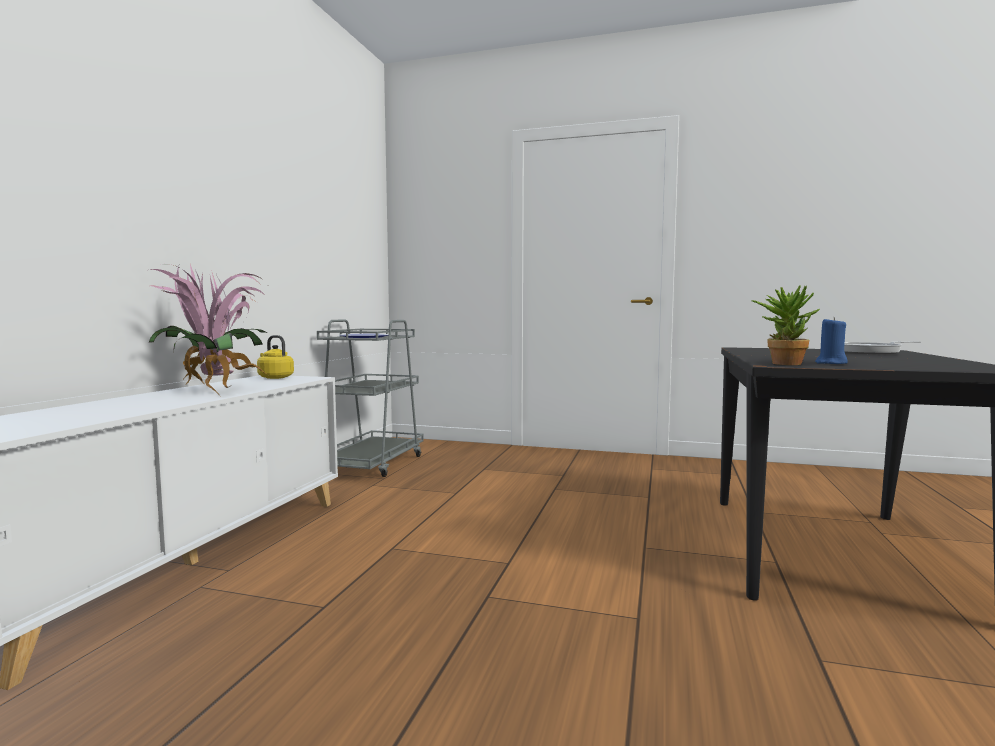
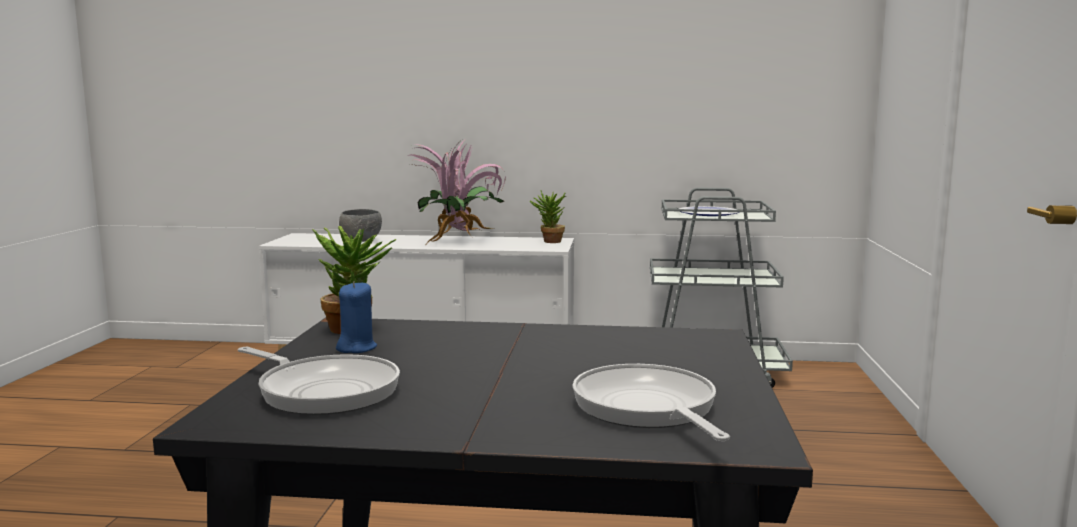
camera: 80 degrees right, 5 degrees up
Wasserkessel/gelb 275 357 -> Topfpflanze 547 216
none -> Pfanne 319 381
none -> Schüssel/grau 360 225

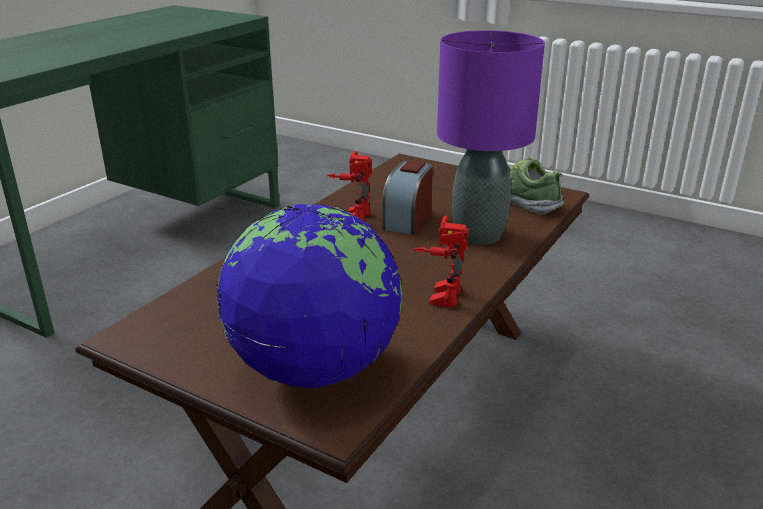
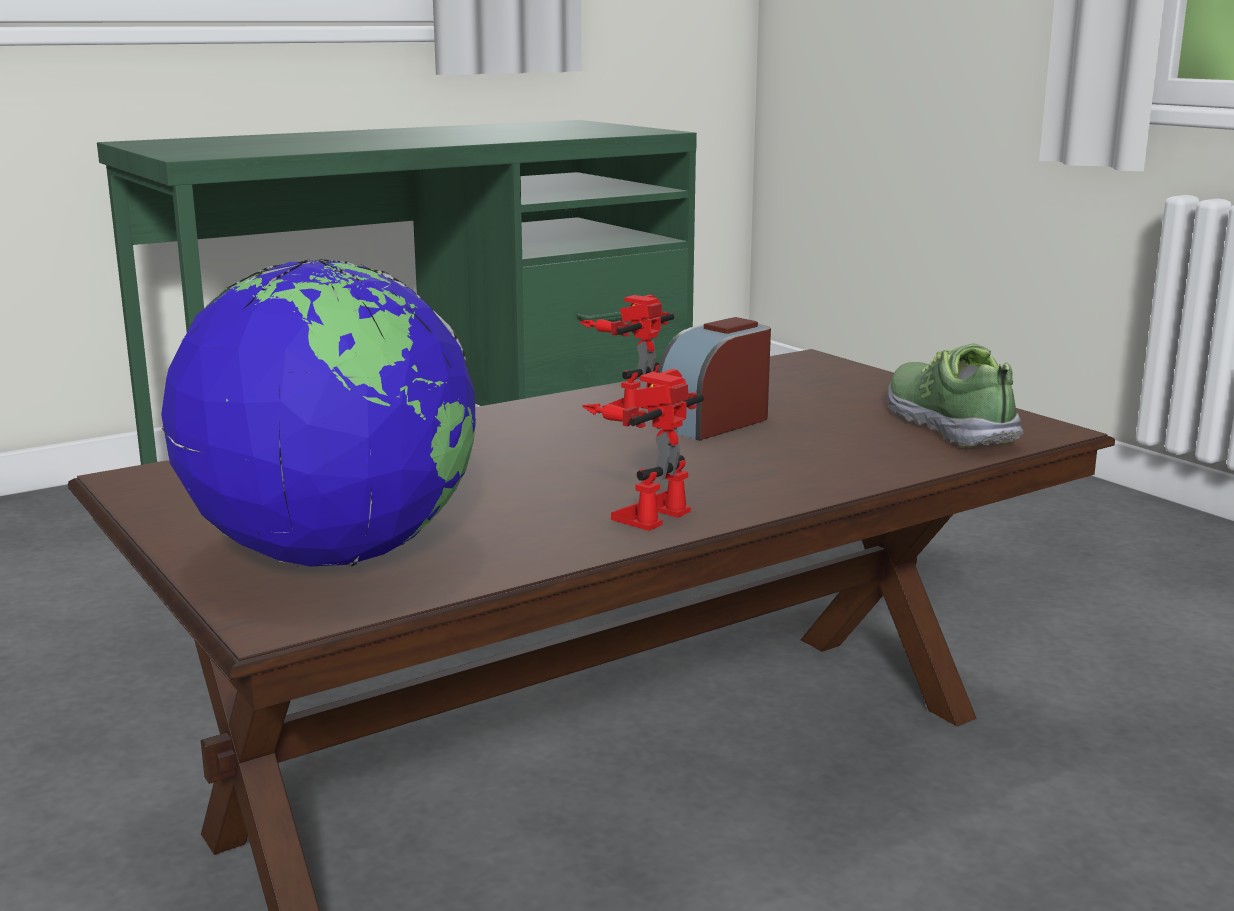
camera: 25 degrees right, 10 degrees down
Tischlampe/lila 491 137 -> none

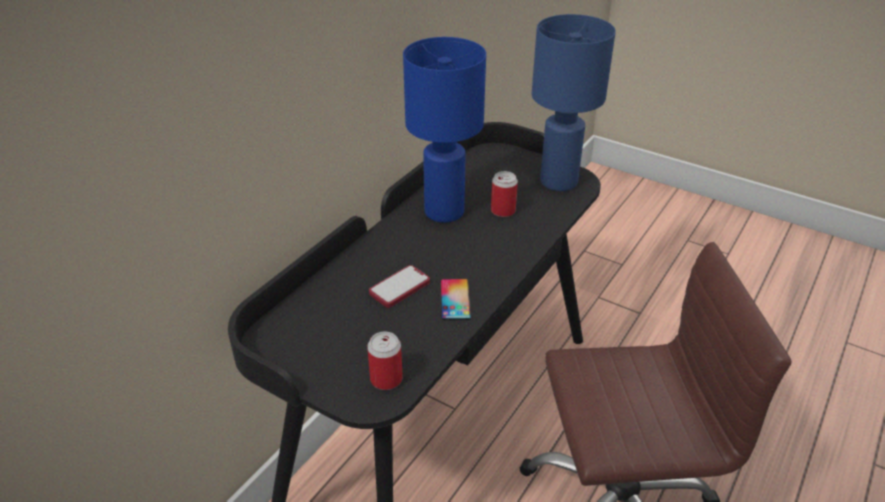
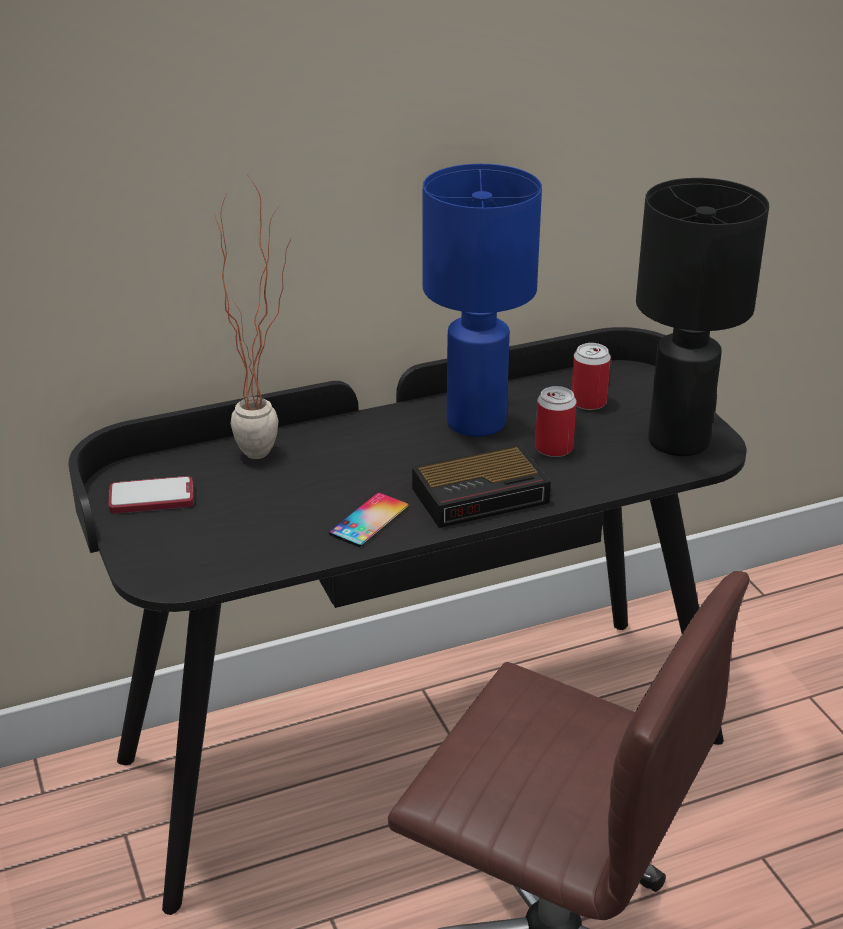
camera: 35 degrees right, 5 degrees down
Dose 385 361 -> Dose 591 376, moved
Handy 399 286 -> Handy 151 495, moved
Tischlampe/blau 574 102 -> Tischlampe/schwarz 702 317
none -> Topfpflanze 253 316
none -> Wecker 481 486

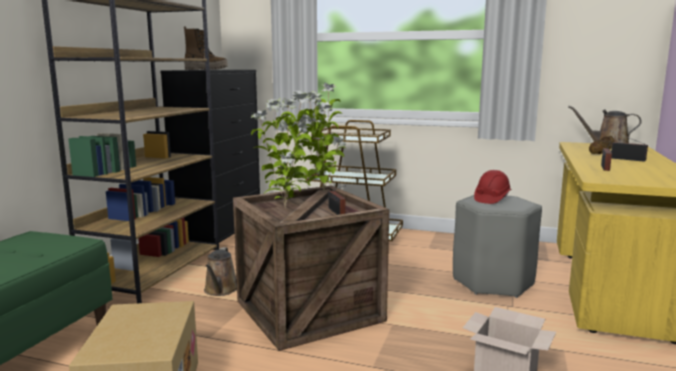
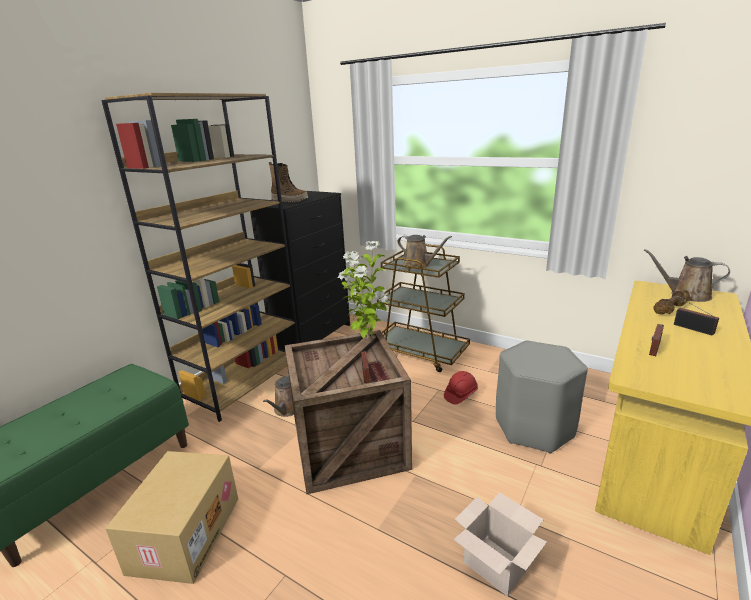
camera: 15 degrees right, 10 degrees up
Topfpflanze 281 149 -> none
Schutzhelm/rot 493 187 -> Schutzhelm/rot 461 387, moved
none -> Gießkanne/braun 425 252

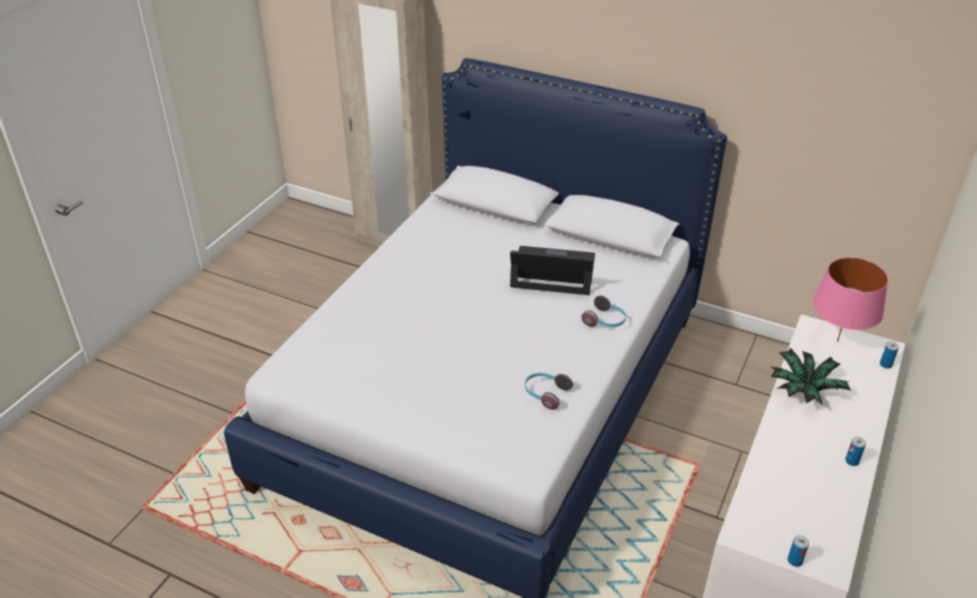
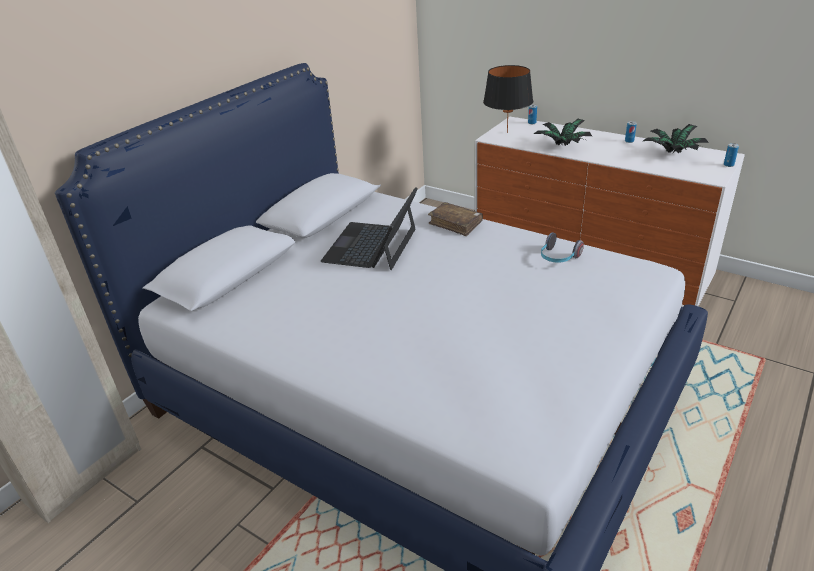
camera: 80 degrees left, 5 degrees down
Kopfhörer 603 311 -> Buch/braun 455 219
Tischlampe/rosa 850 299 -> Tischlampe/schwarz 508 99
none -> Topfpflanze 676 138

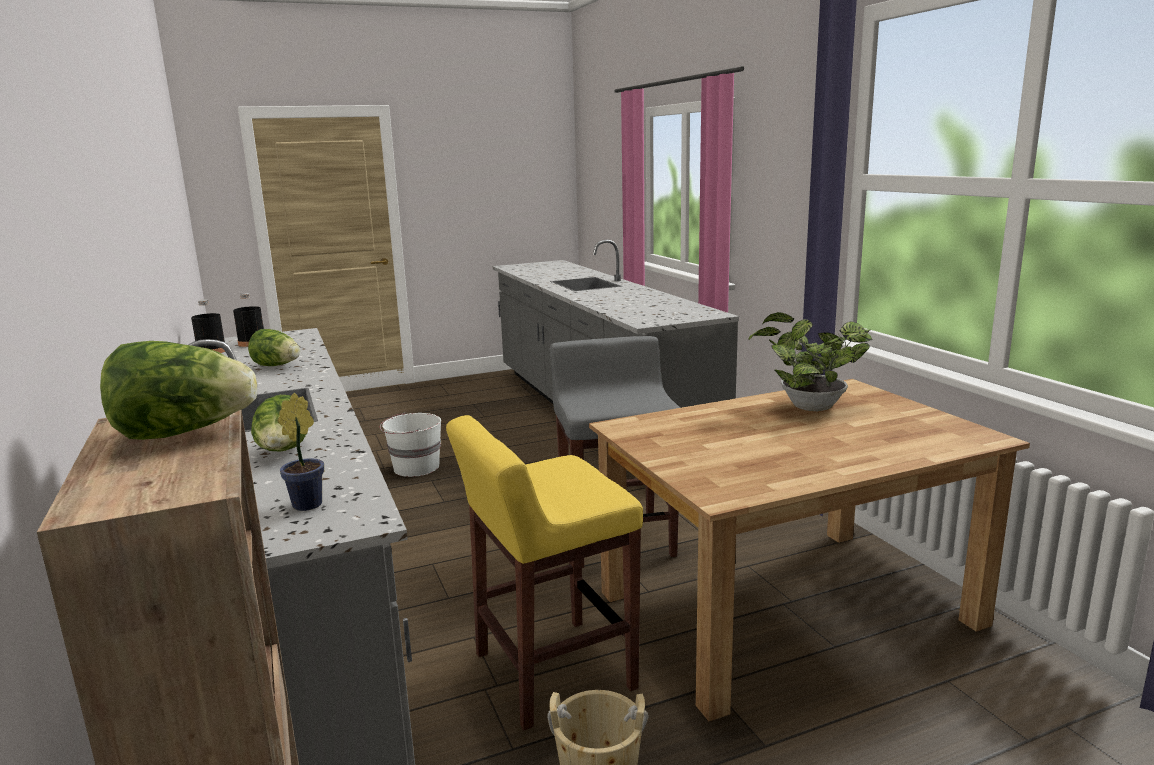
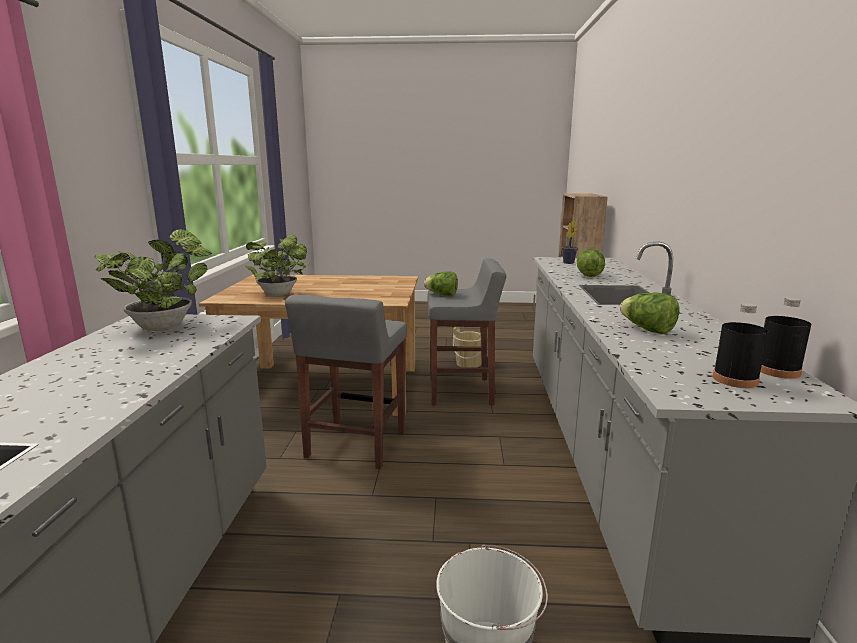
camera: 155 degrees left, 0 degrees up
Salatkopf 178 390 -> Salatkopf 441 283, moved
Hocker/gelb 544 572 -> Hocker/grau 467 332
none -> Topfpflanze 153 280

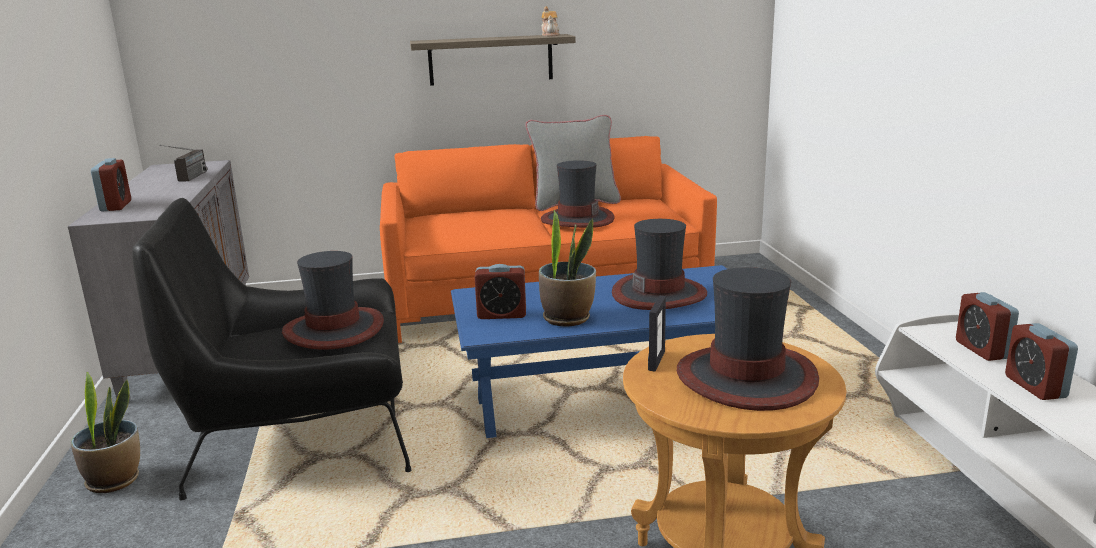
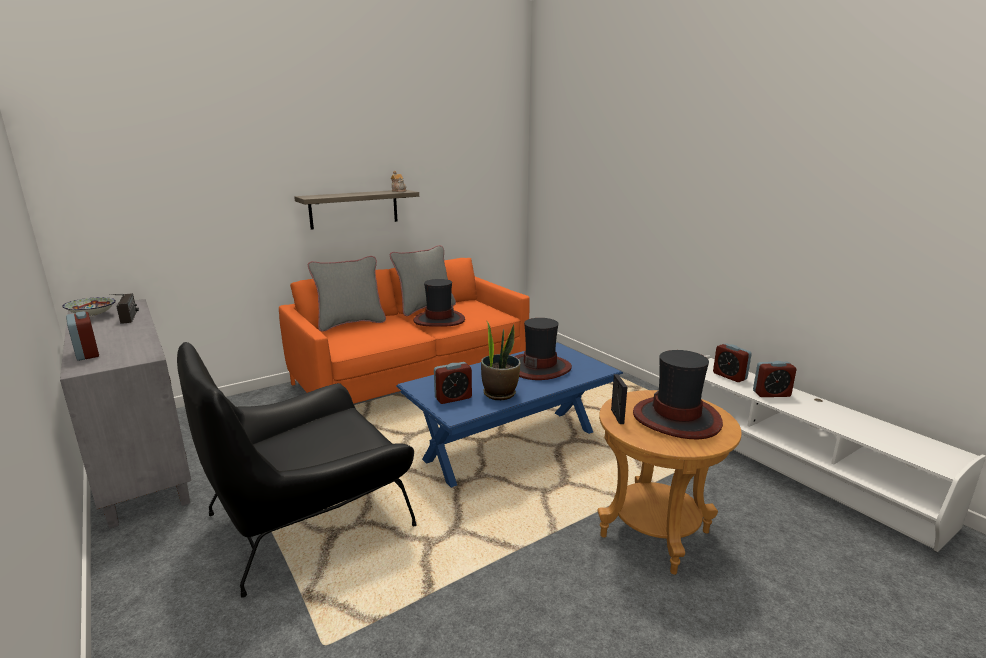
camera: 25 degrees left, 0 degrees up
Topfpflanze 105 432 -> none
Hut 333 300 -> none
Wecker 1041 361 -> Wecker 774 379, 60 degrees counterclockwise
none -> Schüssel 89 307
none -> Kissen/grau 347 294

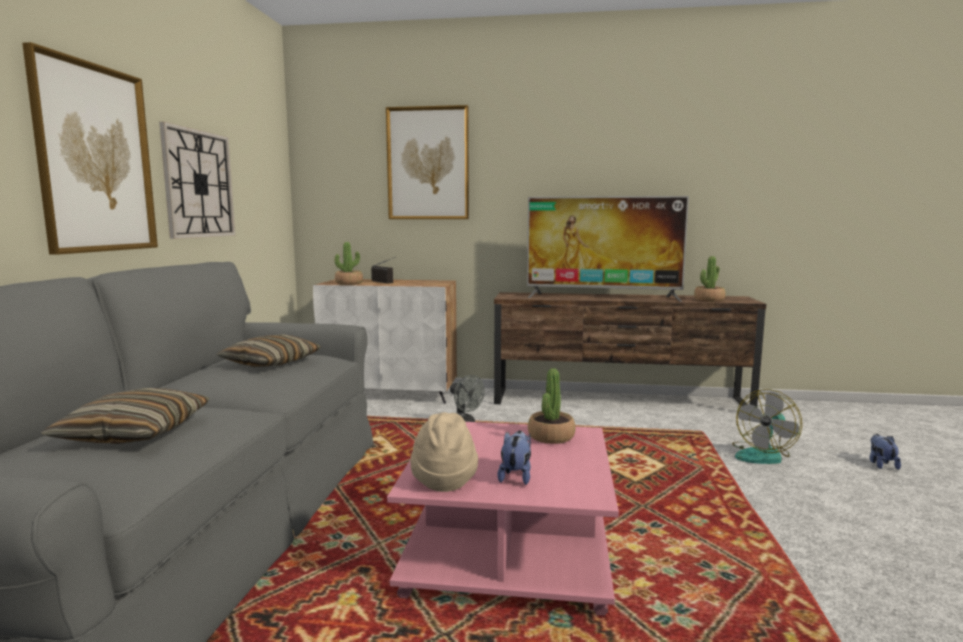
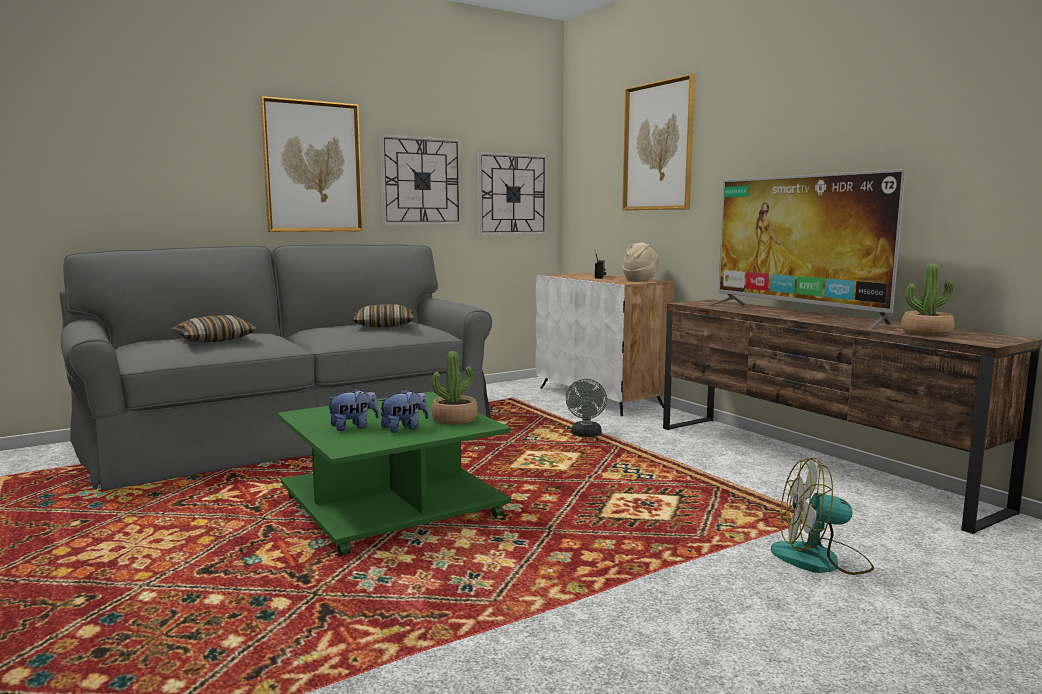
camera: 50 degrees right, 0 degrees up
Topfpflanze 348 263 -> none
Couchtisch/rosa 503 518 -> Couchtisch/grün 394 474
Hut/beige 444 452 -> Hut/beige 640 262, moved
Plüschtier 885 452 -> Plüschtier 404 410, moved
none -> Wanduhr 512 193

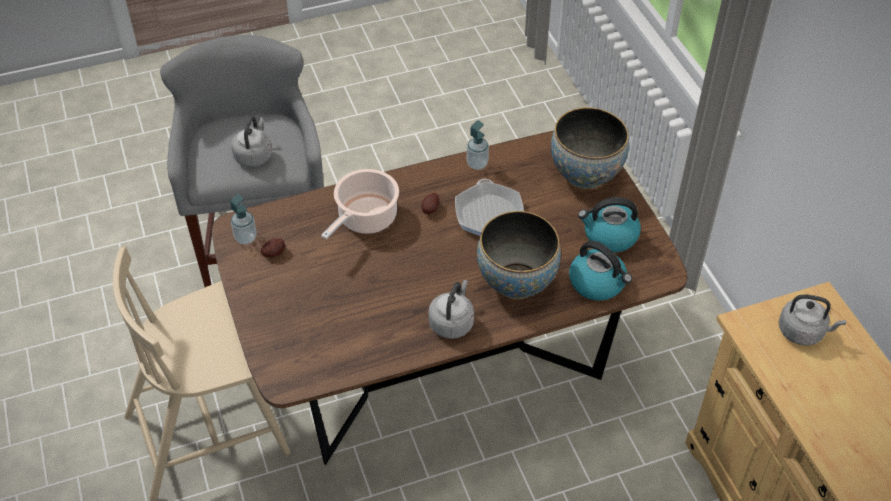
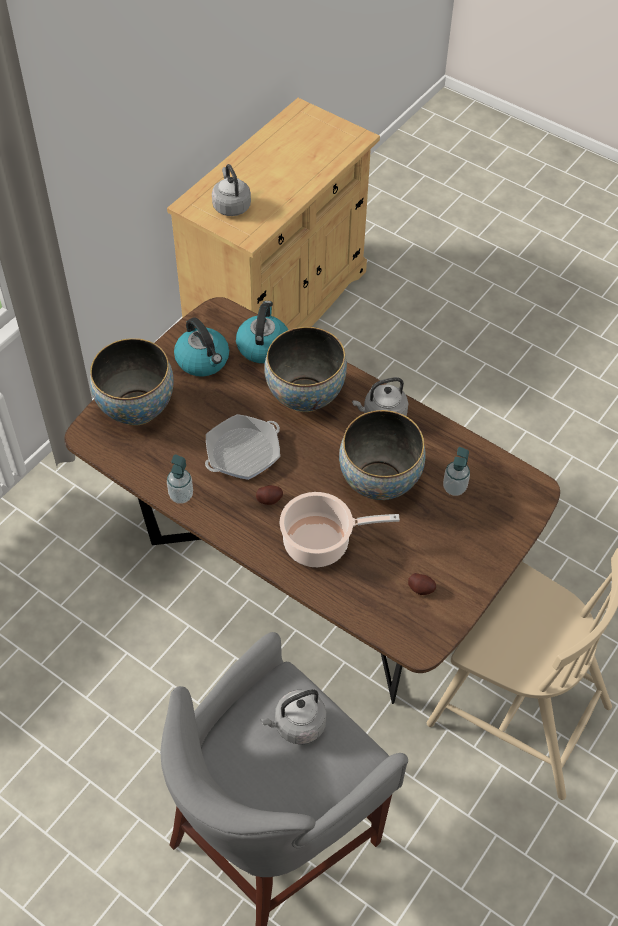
camera: 125 degrees left, 5 degrees up
Seifenspender 243 219 -> Seifenspender 456 471, moved
none -> Schüssel 382 455

